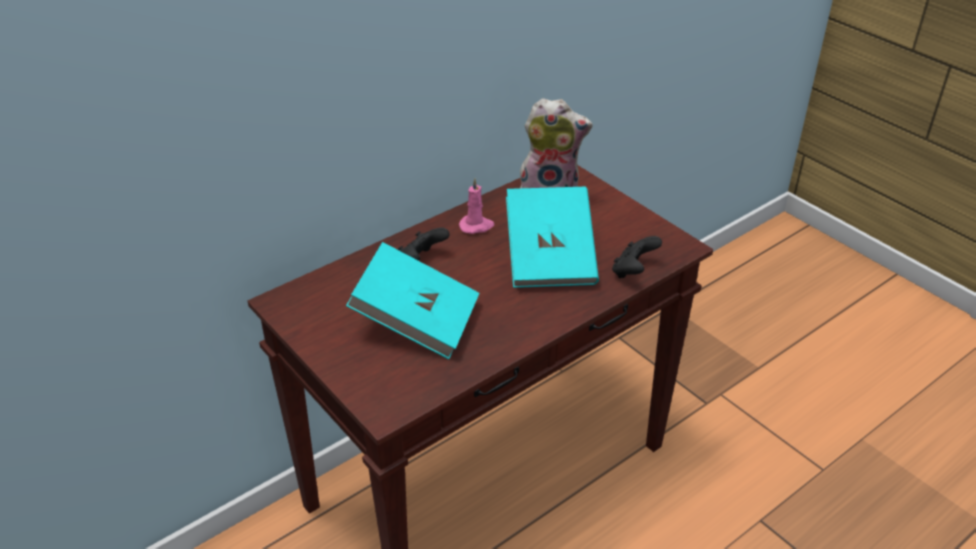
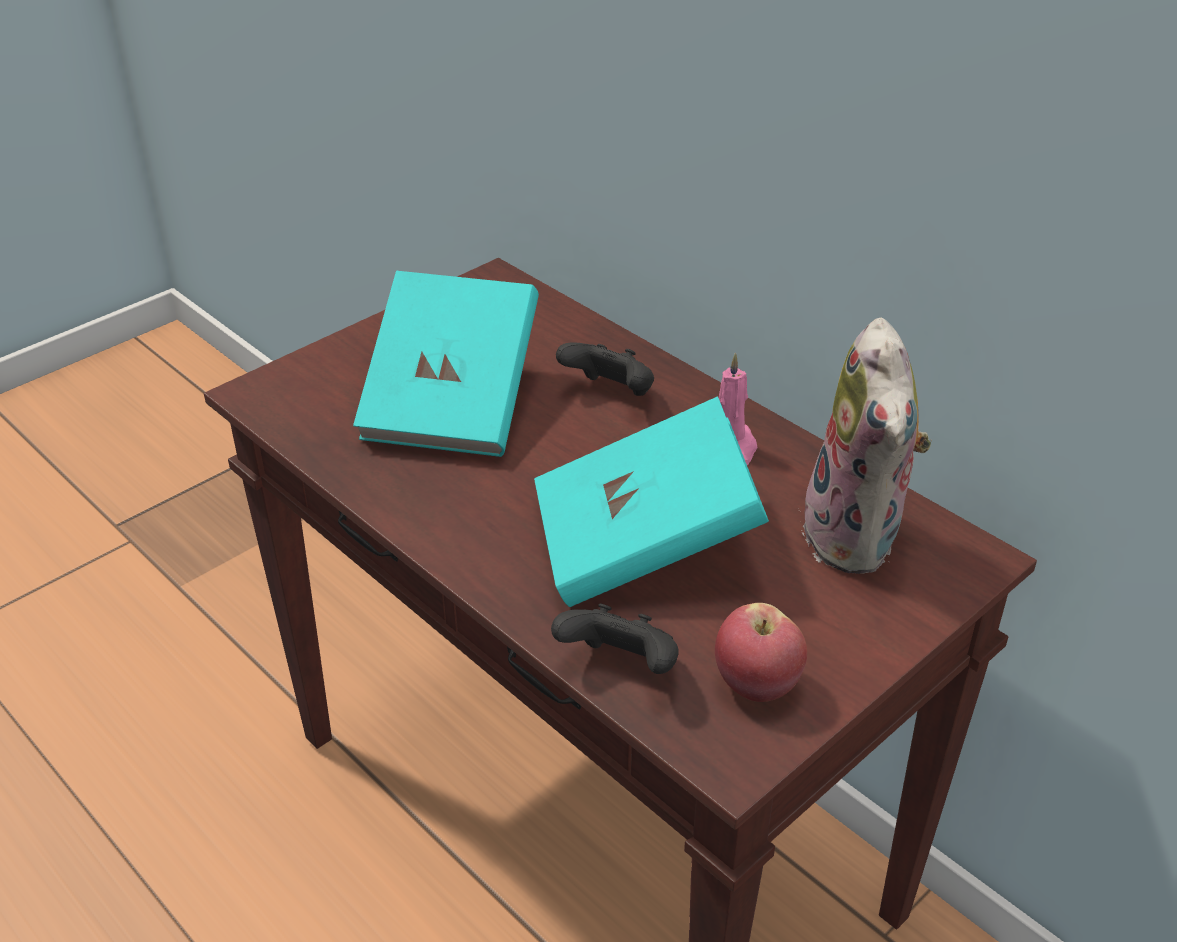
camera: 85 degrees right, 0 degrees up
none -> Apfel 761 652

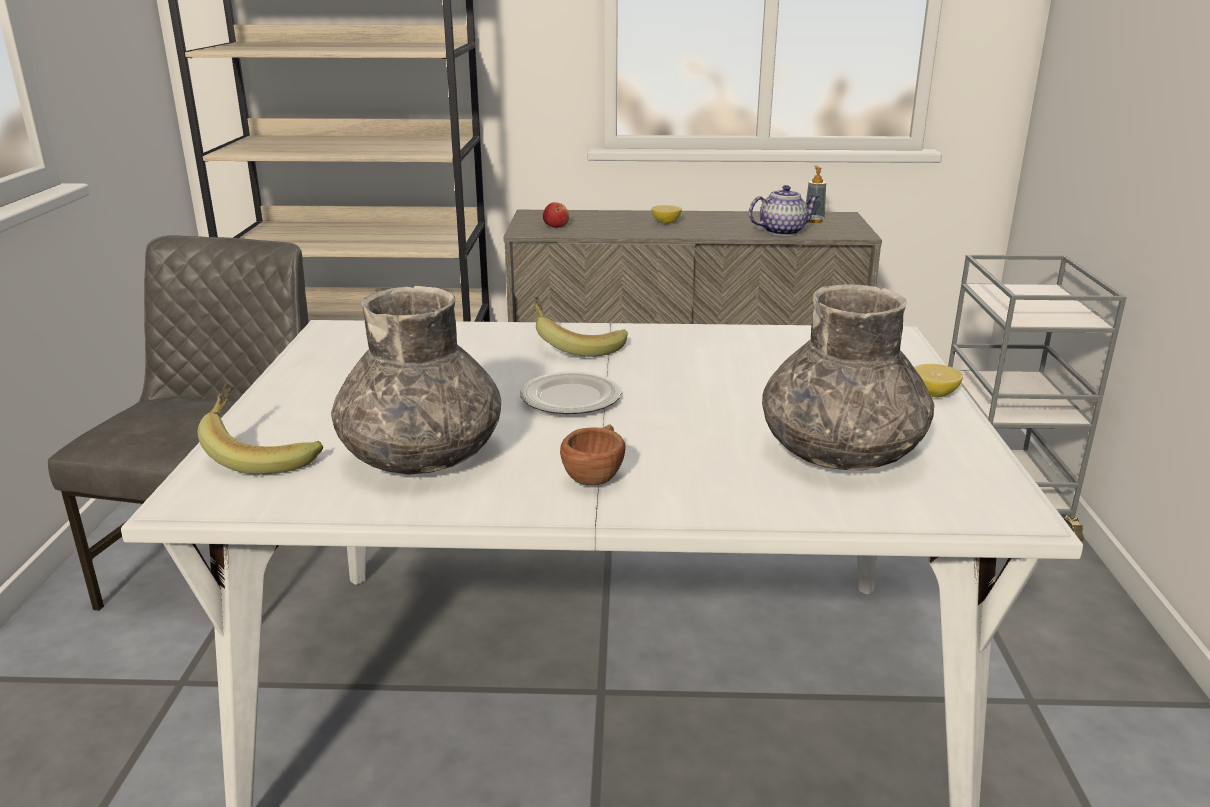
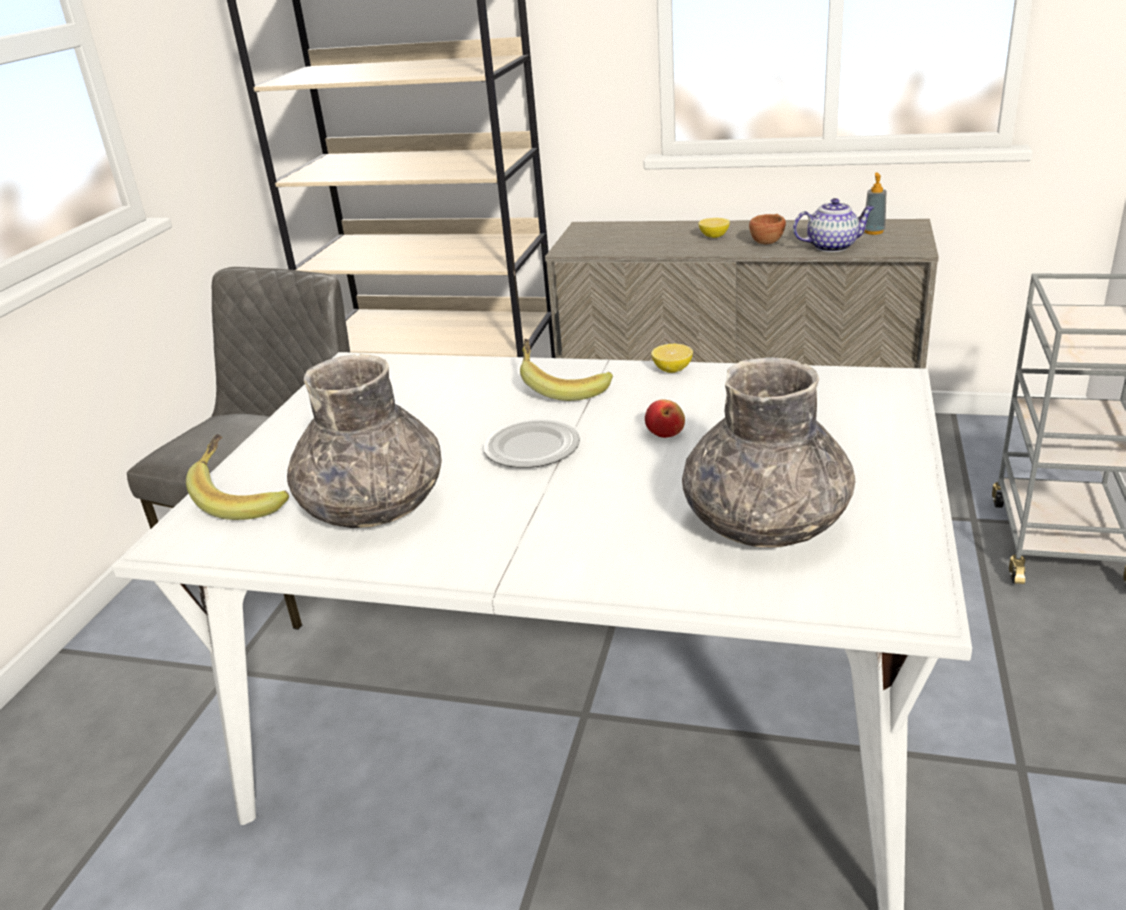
camera: 15 degrees right, 5 degrees up
Apfel 556 215 -> Apfel 665 418, moved
Tasse/braun 593 455 -> Tasse/braun 767 229, moved
Zitrone 938 380 -> Zitrone 672 358, moved

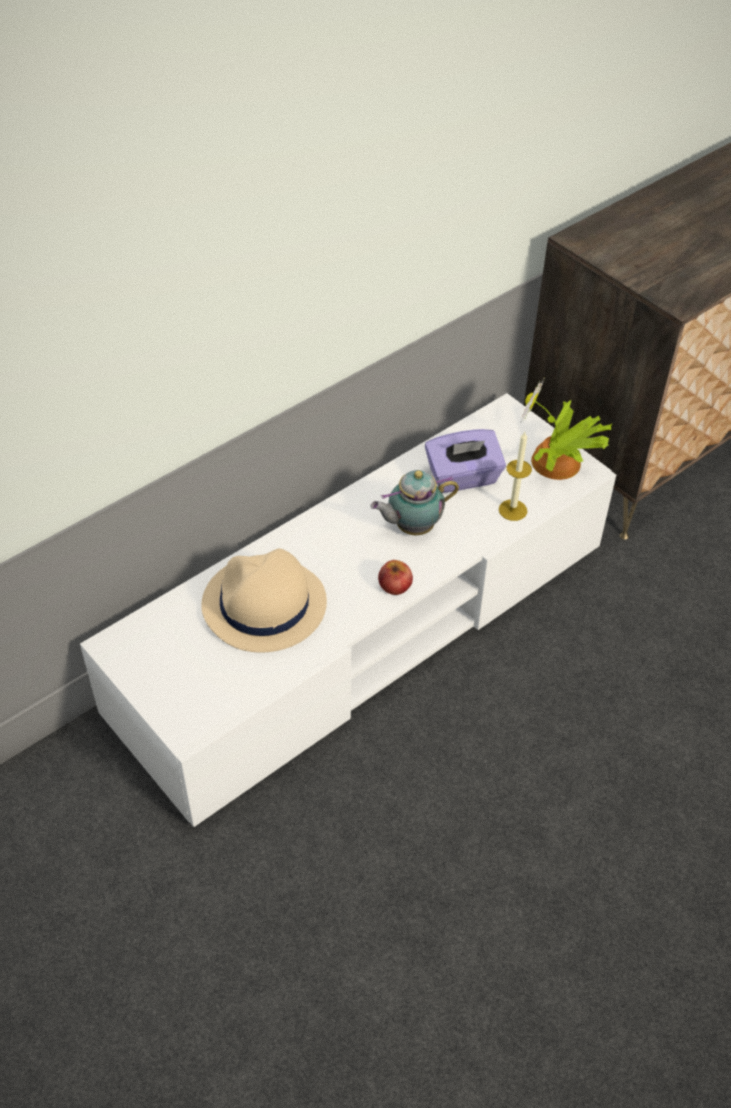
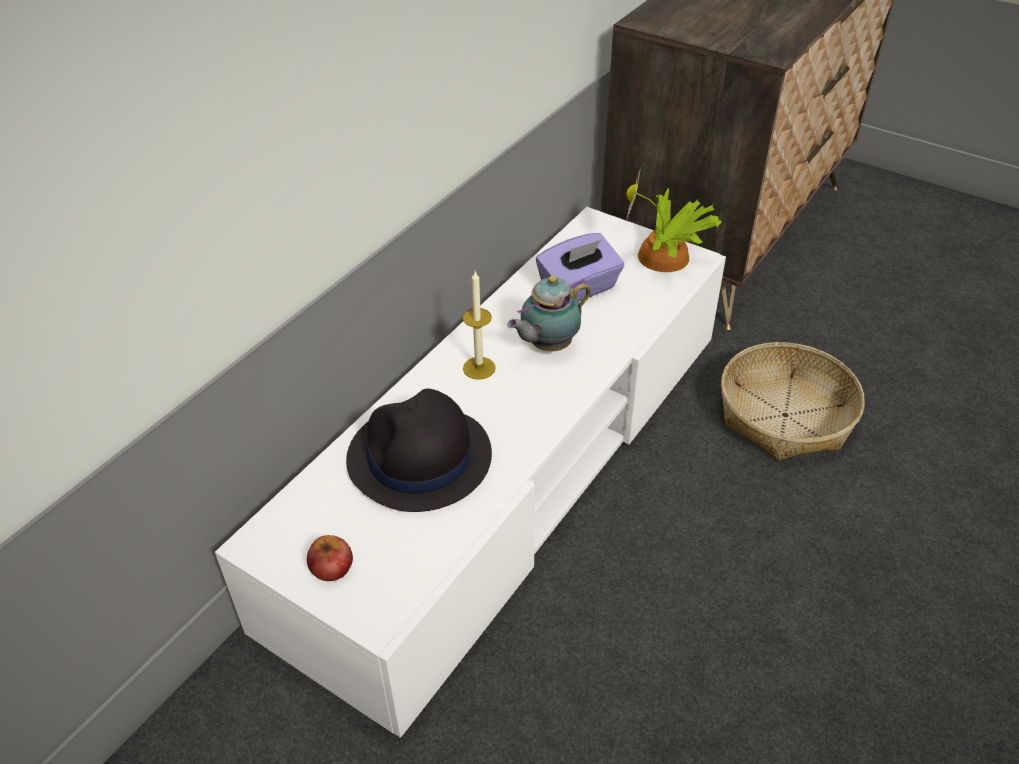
camera: 15 degrees left, 5 degrees down
Hut/beige 264 600 -> Hut/schwarz 419 450
Apfel 395 577 -> Apfel 330 558, moved
Kerze 515 476 -> Kerze 479 325, moved
none -> Korb 793 401

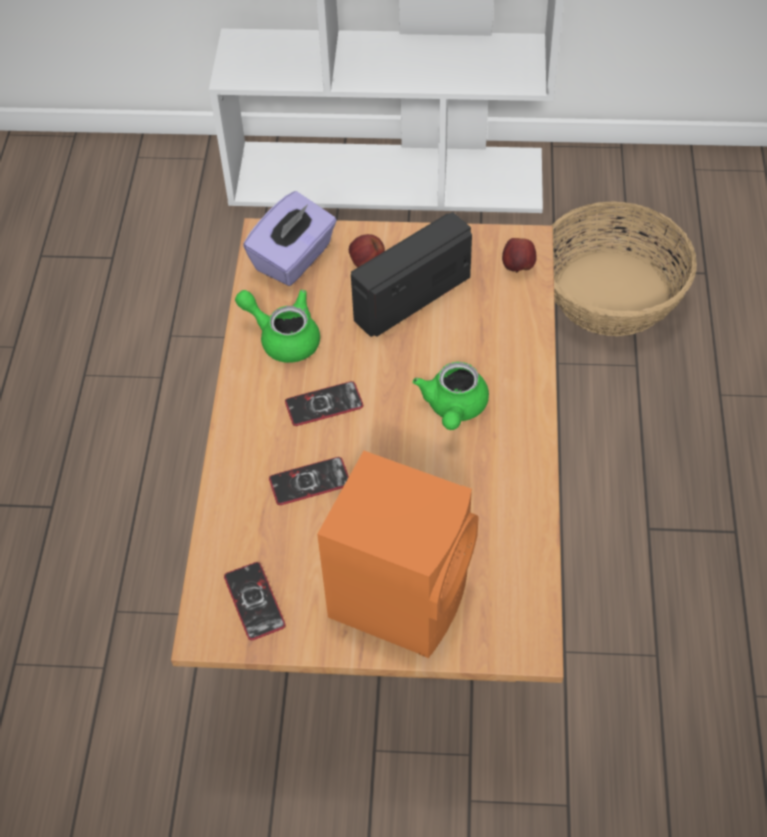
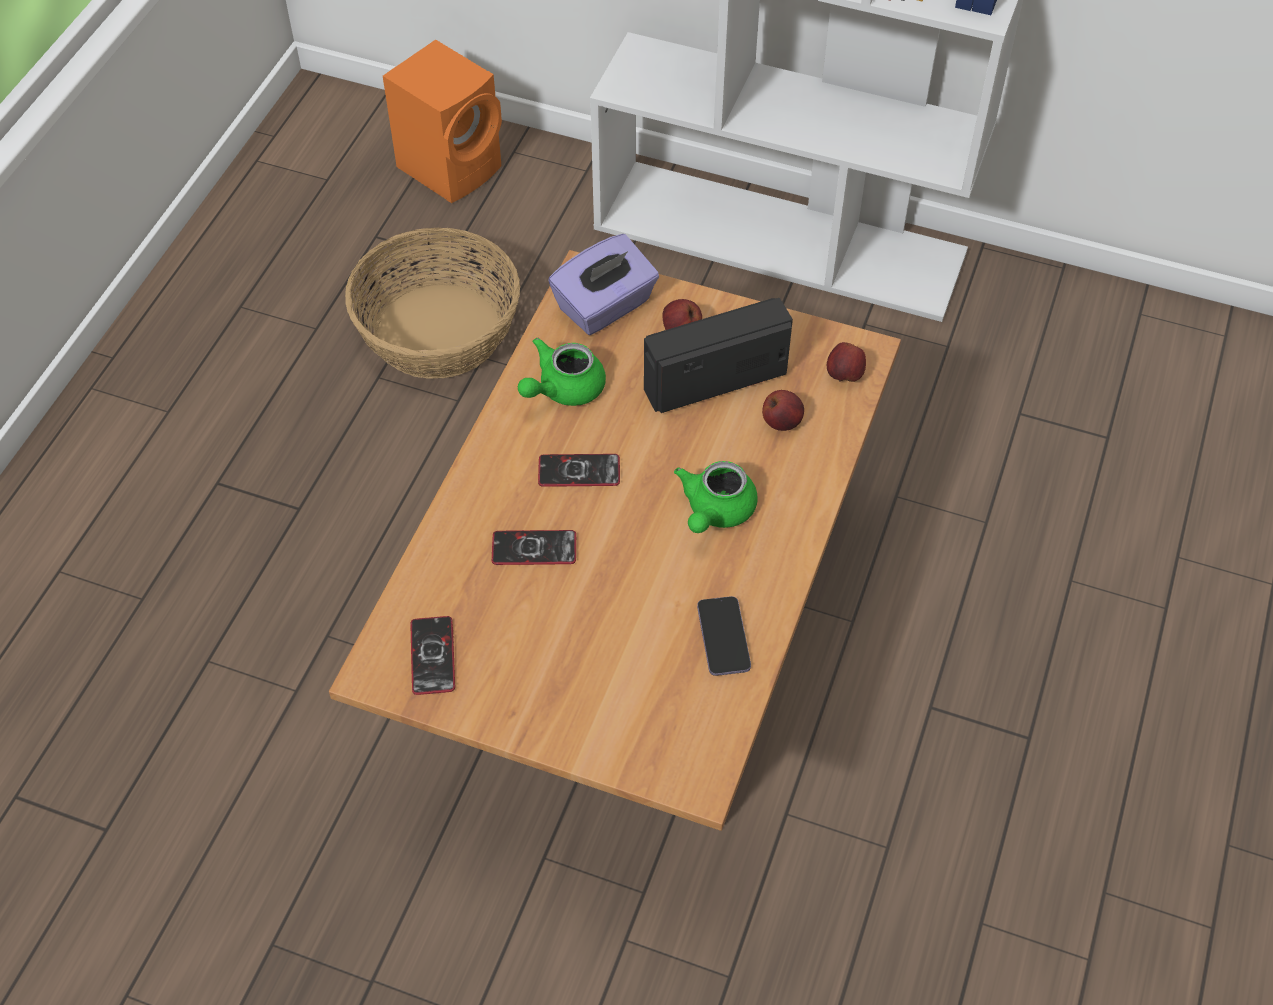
camera: 15 degrees right, 0 degrees up
Teekanne/grün 277 326 -> Teekanne/grün 562 372, 90 degrees counterclockwise
Lautsprecher/orange 398 554 -> Lautsprecher/orange 442 121, moved
Korb 624 268 -> Korb 432 303, moved
none -> Handy 724 636
none -> Apfel 783 410

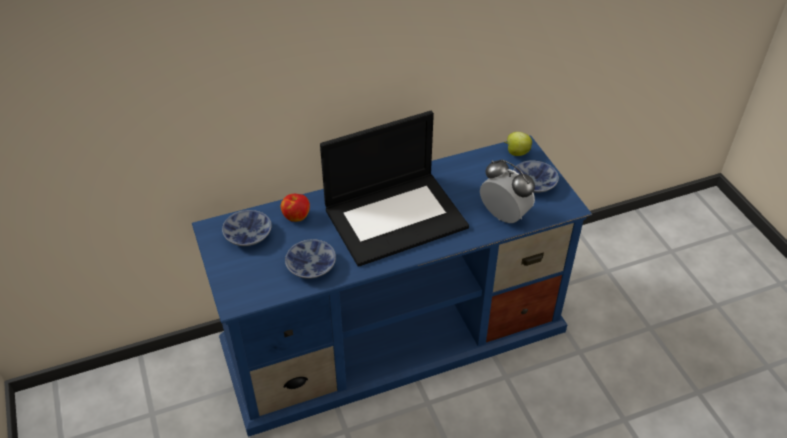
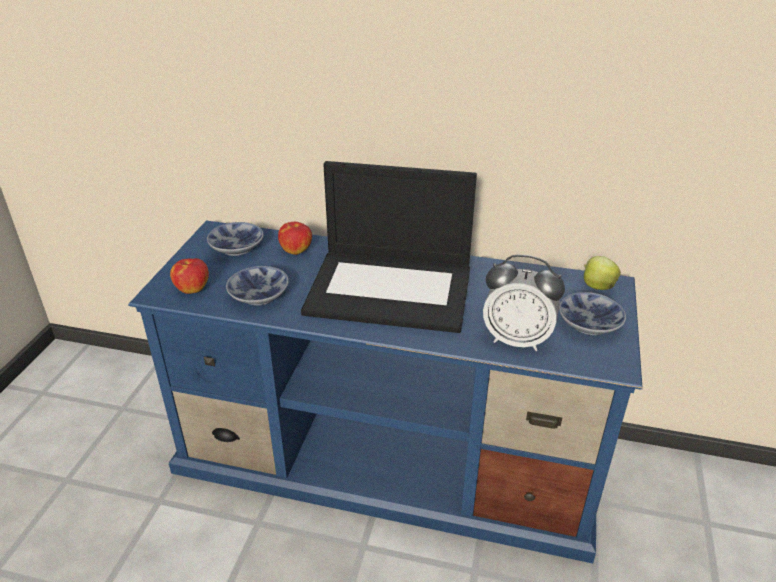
camera: 35 degrees right, 10 degrees down
Wecker 507 191 -> Wecker 524 303, 120 degrees clockwise
none -> Apfel 189 276

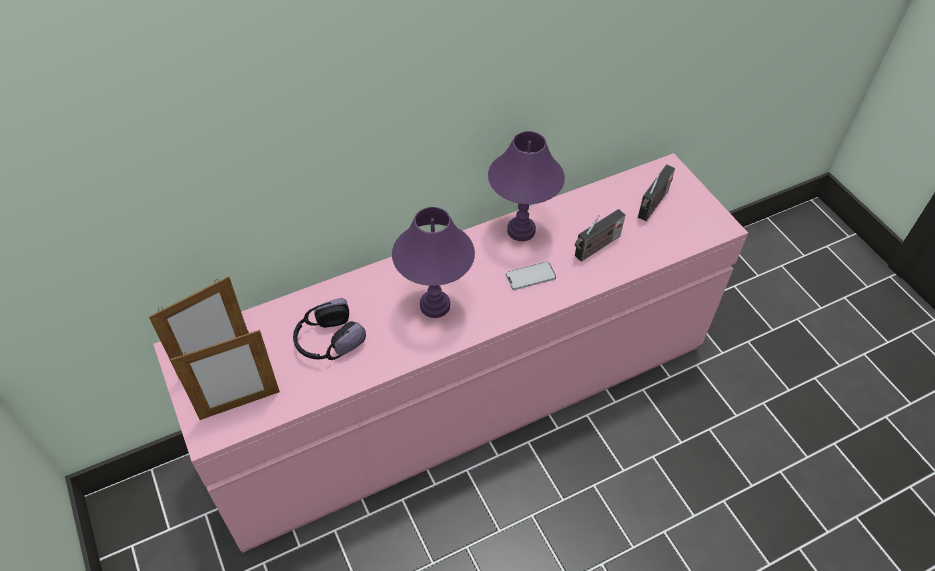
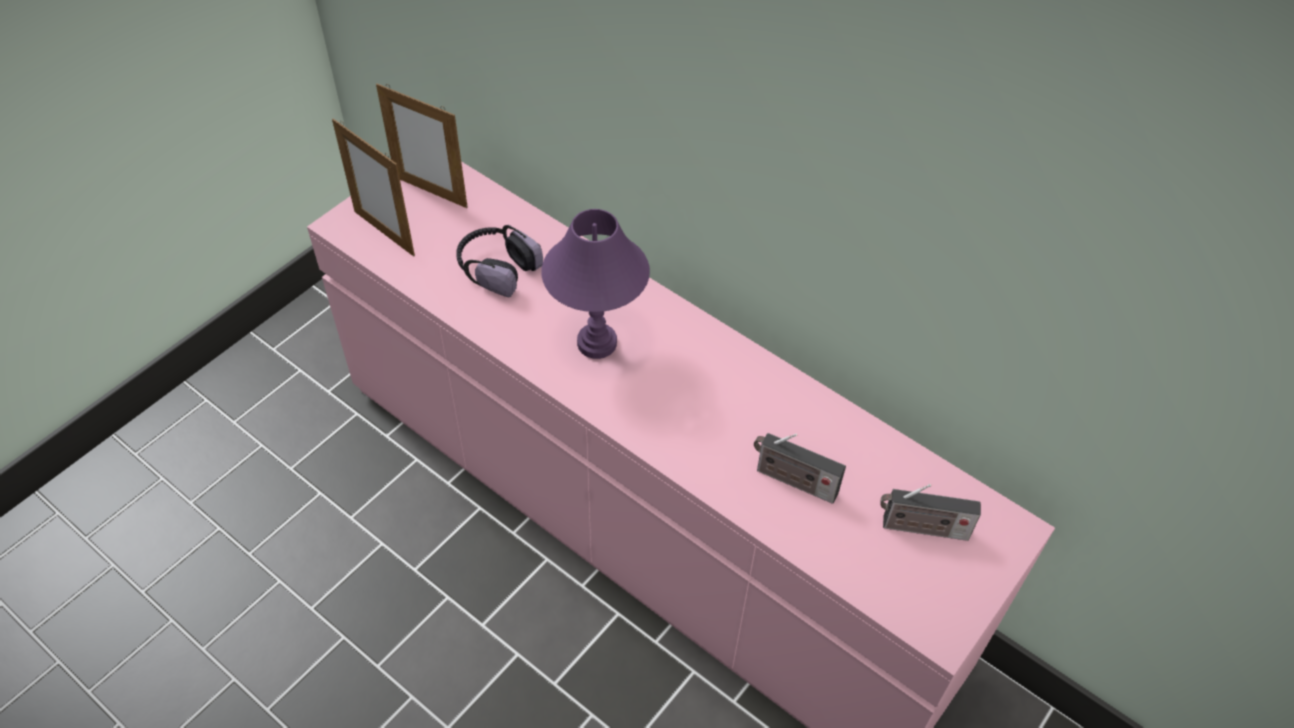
camera: 65 degrees right, 0 degrees up
Tischlampe/lila 526 186 -> none
Handy 531 276 -> none

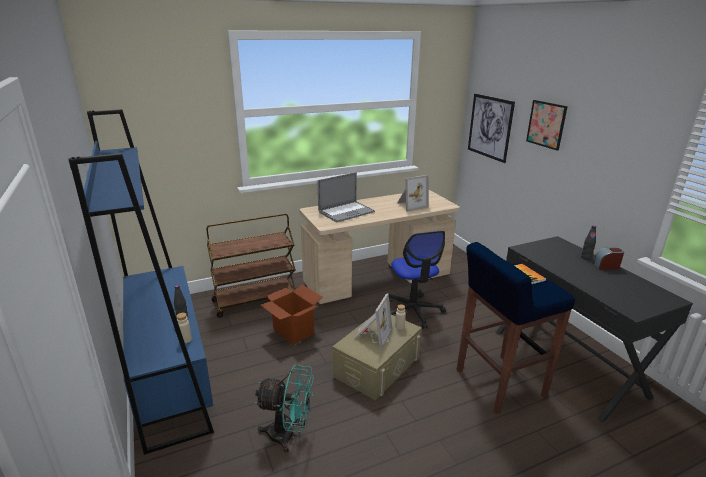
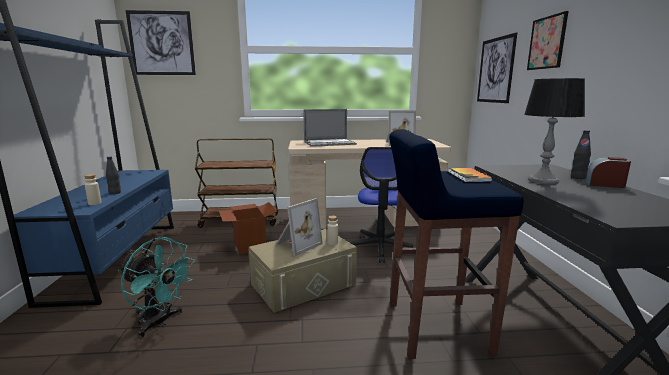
camera: 20 degrees right, 10 degrees down
none -> Bild 161 42
none -> Tischlampe 554 131

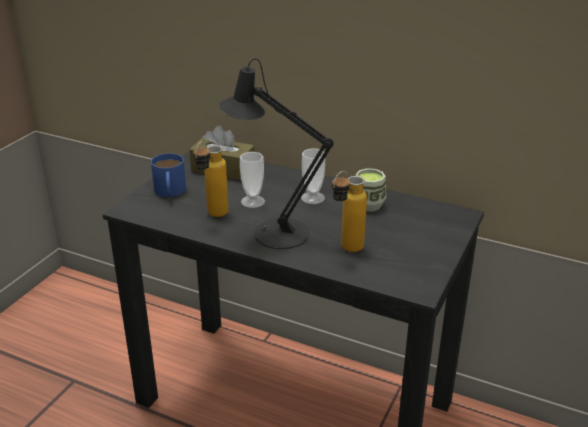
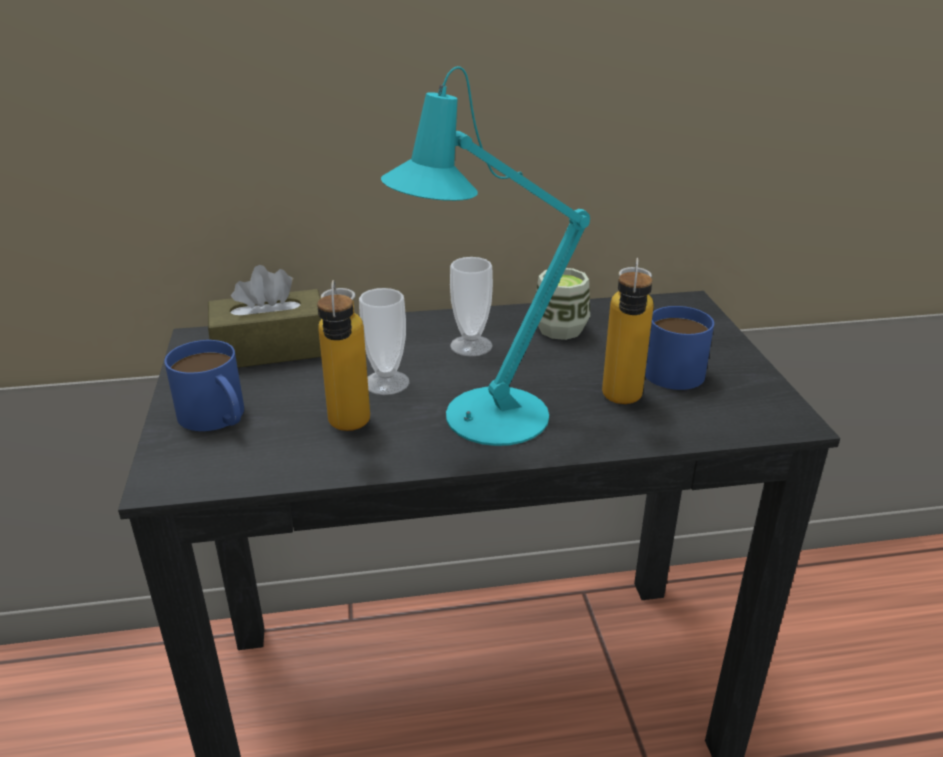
camera: 35 degrees left, 0 degrees up
Tischlampe/schwarz 276 153 -> Tischlampe/türkis 485 256
none -> Henkelbecher/blau 679 348

